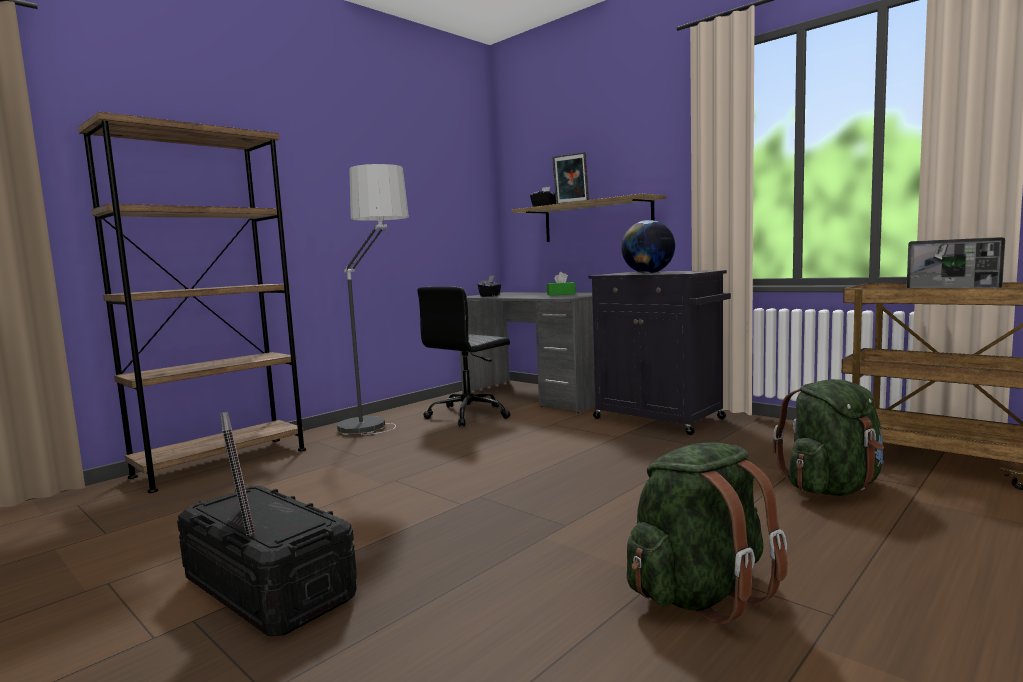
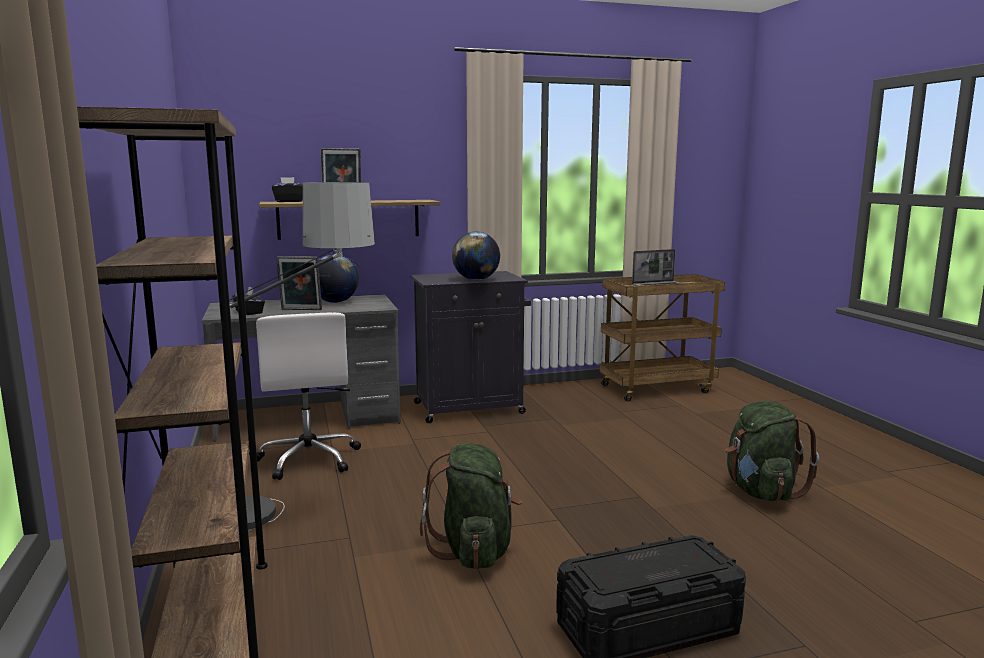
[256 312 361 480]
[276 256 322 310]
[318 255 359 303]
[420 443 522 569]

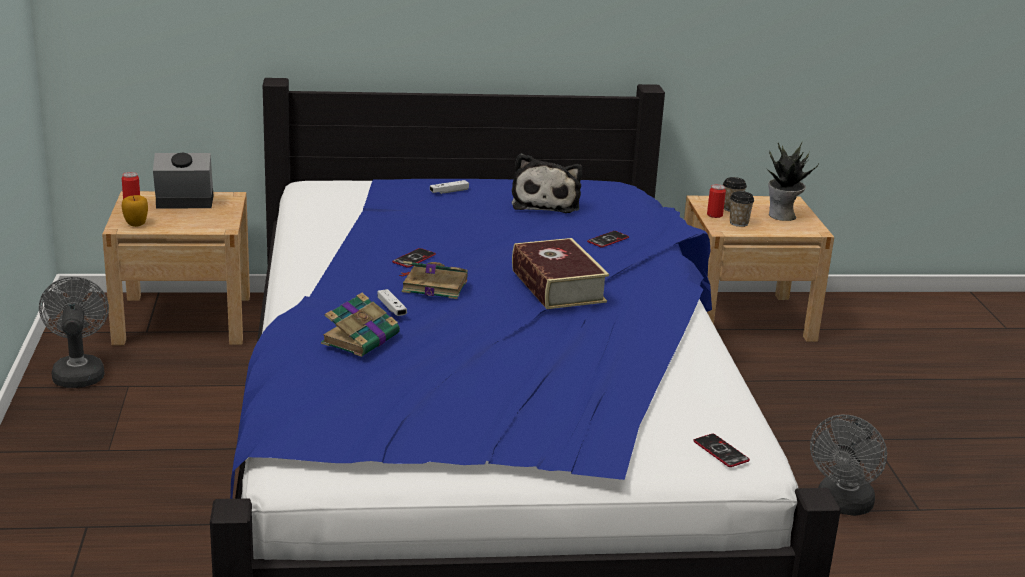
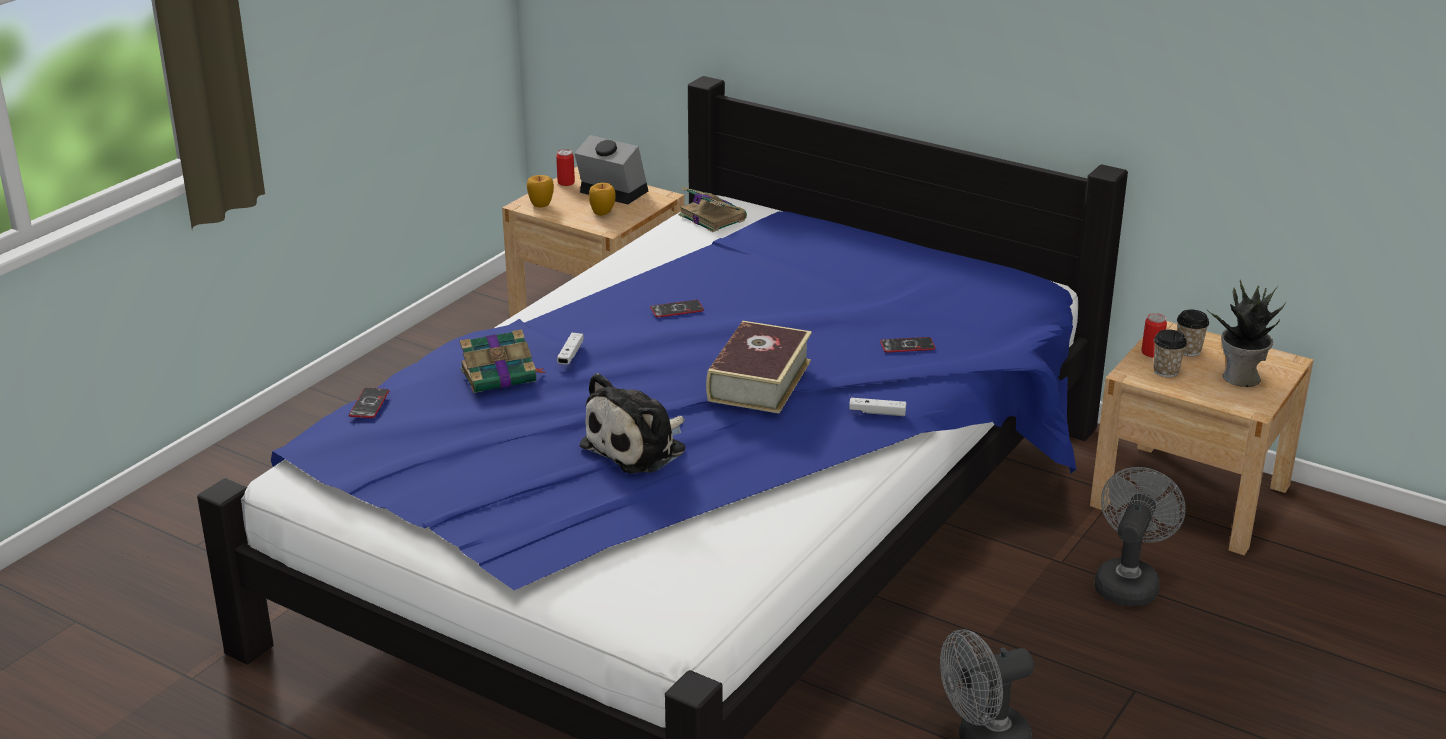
[349 388 389 418]
[580 373 685 474]
[589 183 616 216]
[678 187 747 232]
[849 398 906 416]
[1095 467 1186 606]

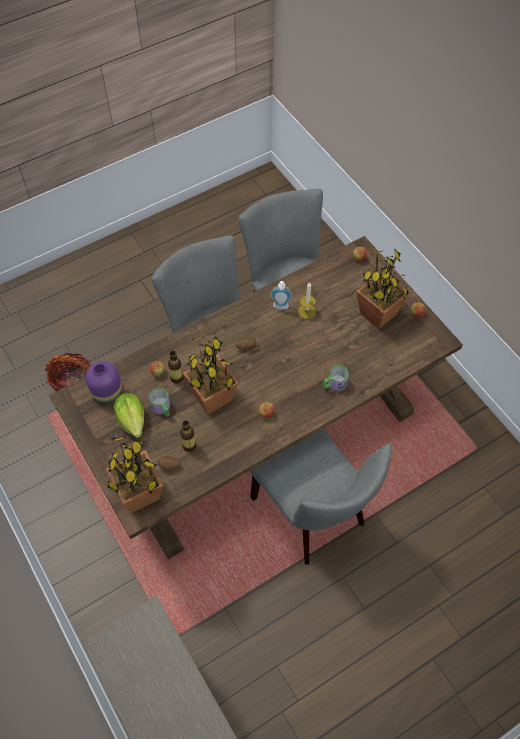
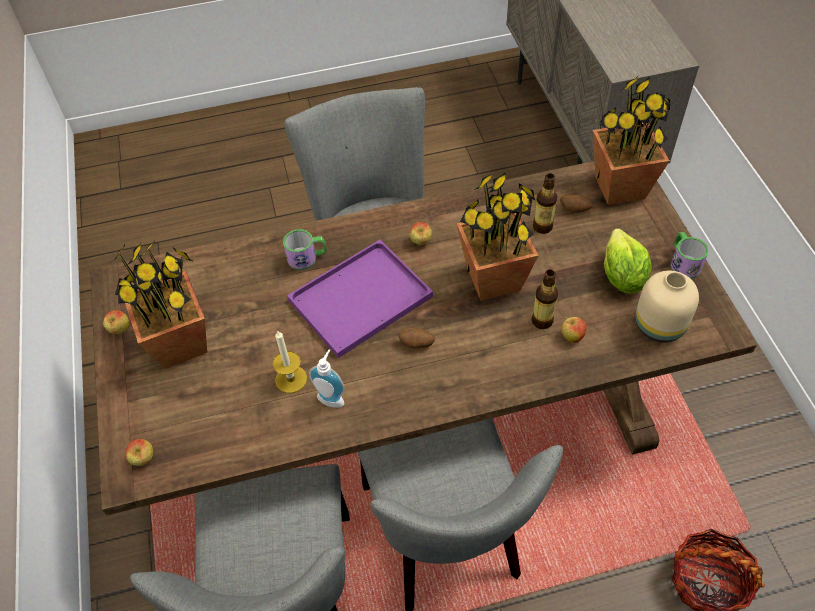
[287 240 433 358]
[635 271 699 343]
[671 232 708 279]

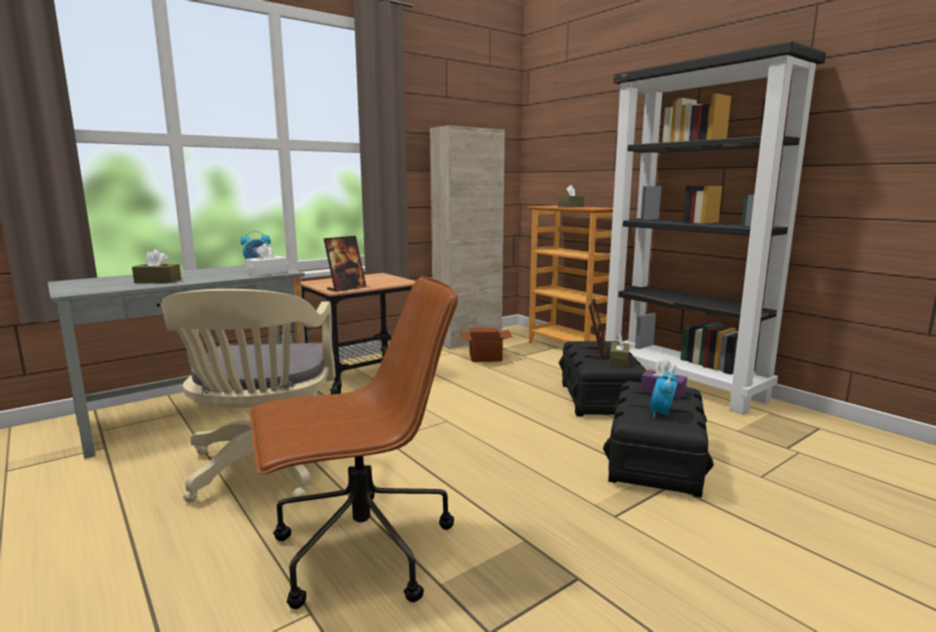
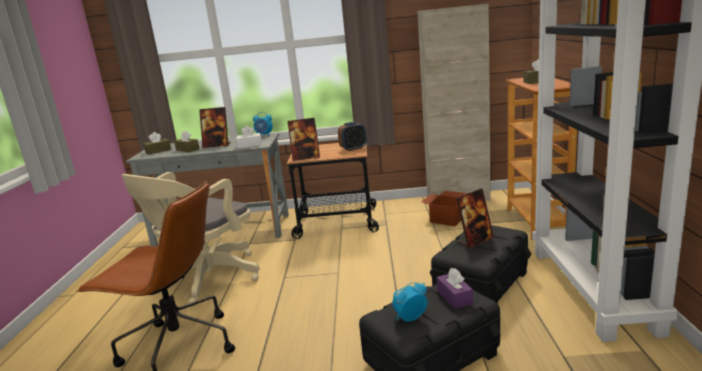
[143 132 171 155]
[199 107 231 148]
[338 121 367 151]

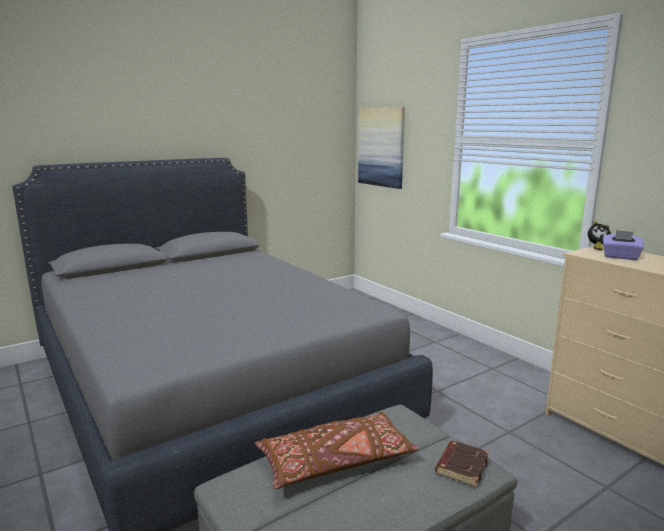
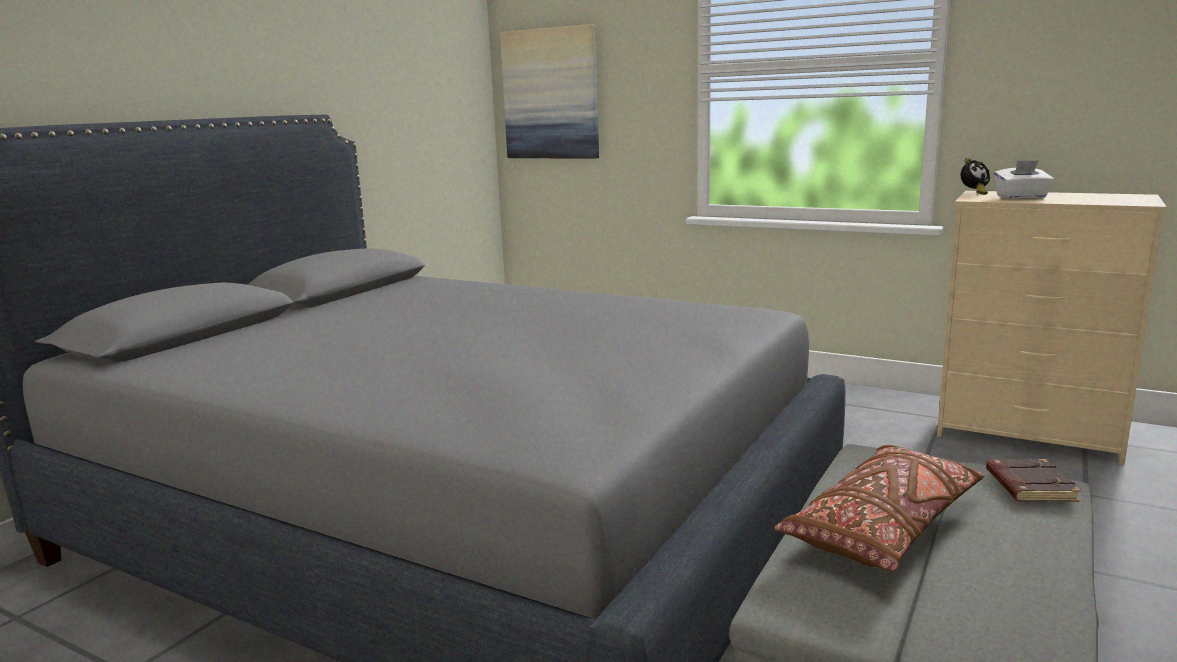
[994 160 1054 199]

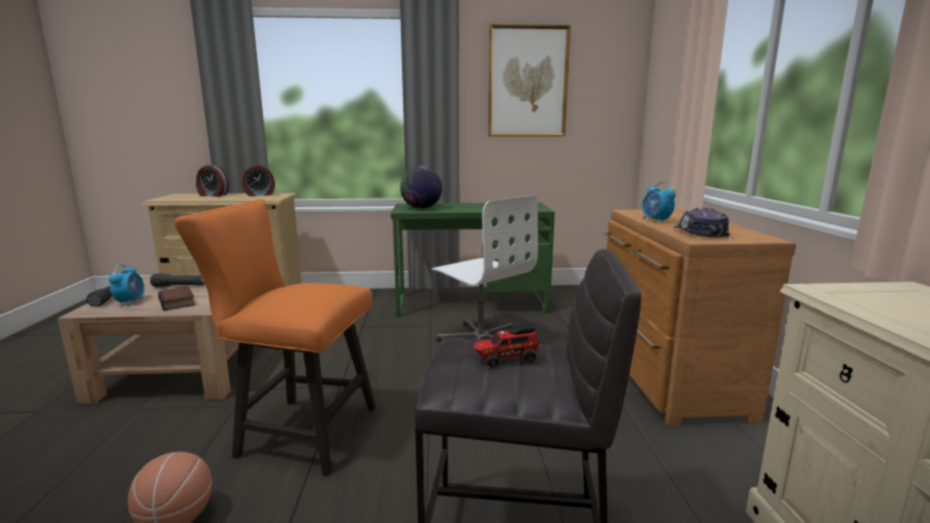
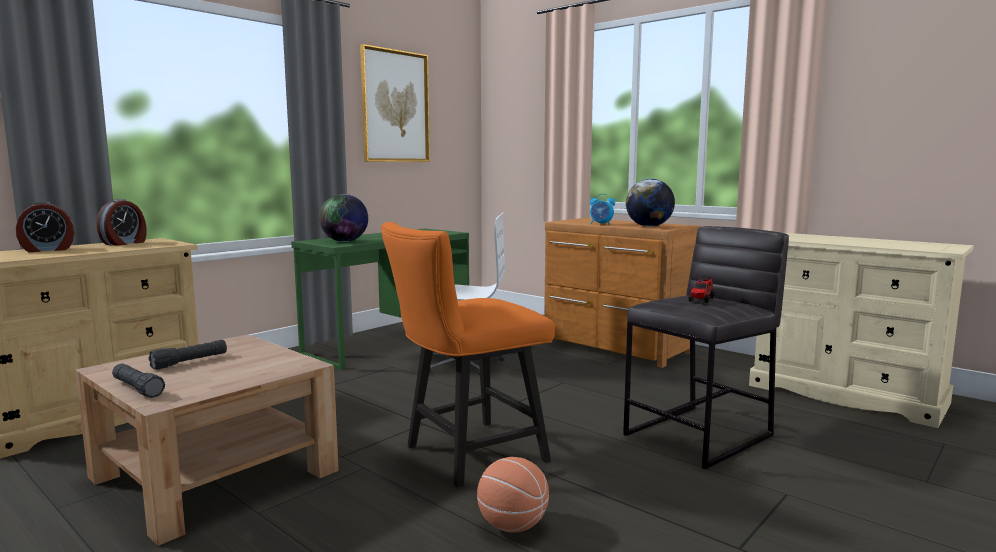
[626 179 675 227]
[109 264 144 306] (first image)
[158 287 195 311] (first image)

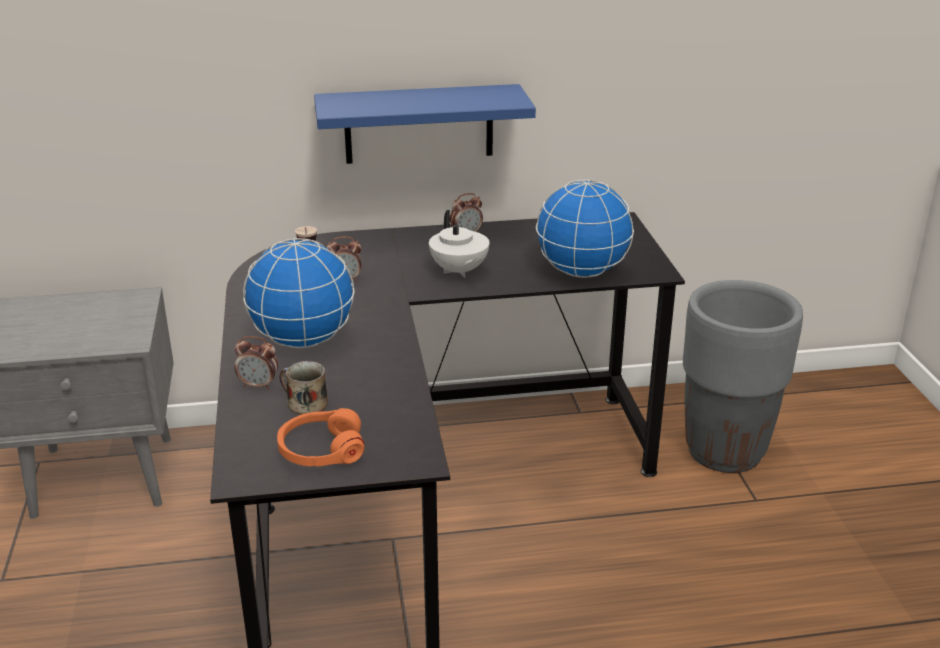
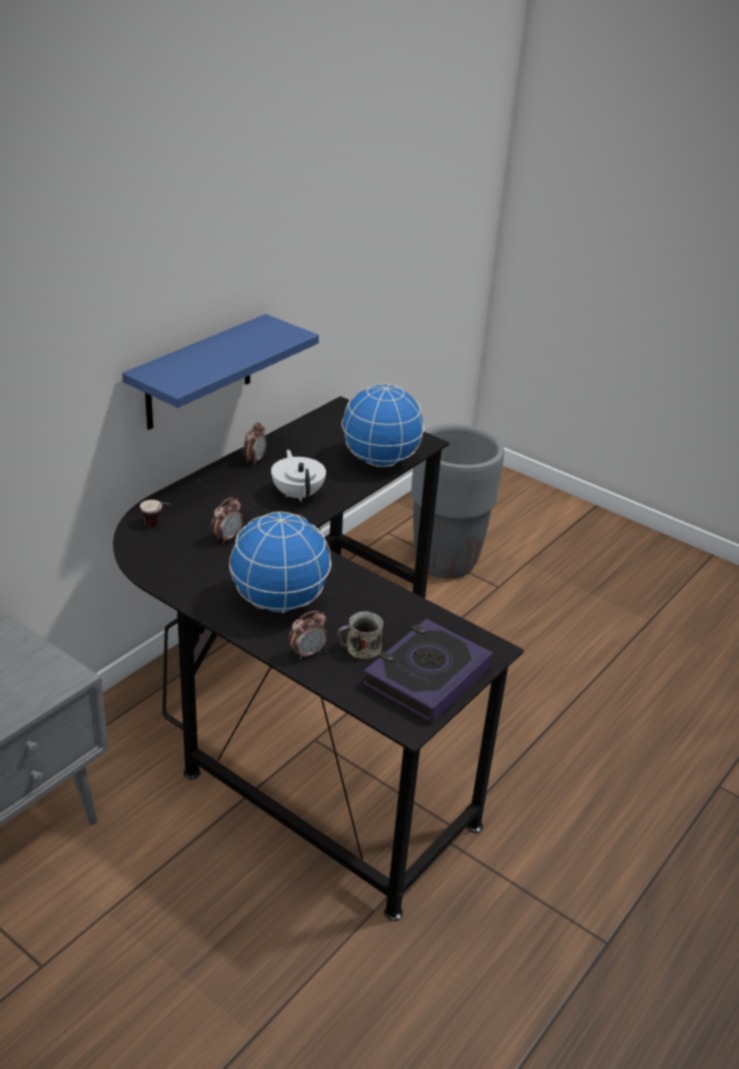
[271 450 326 502]
[363 619 493 723]

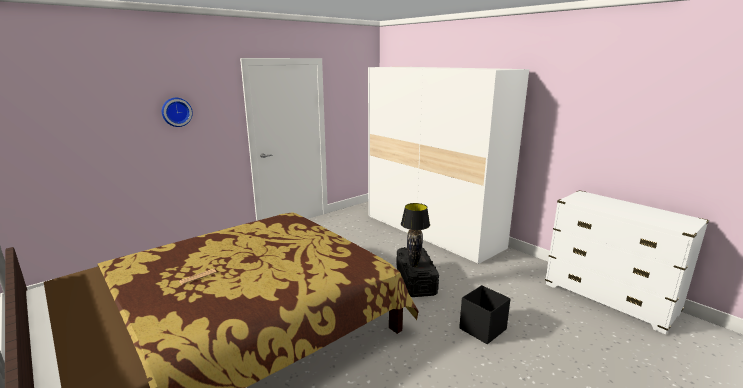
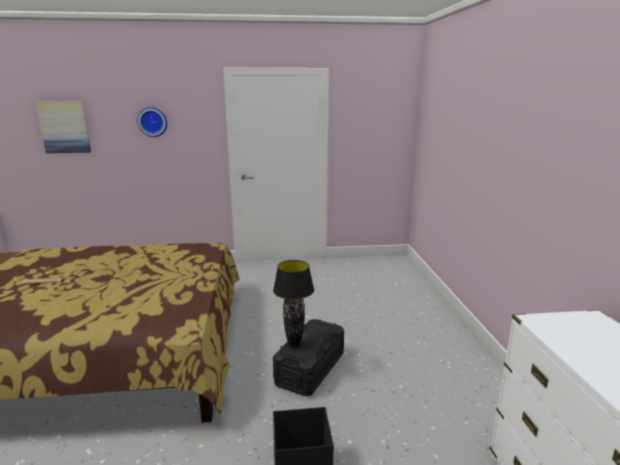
[36 101 91 153]
[368 67 529 264] (first image)

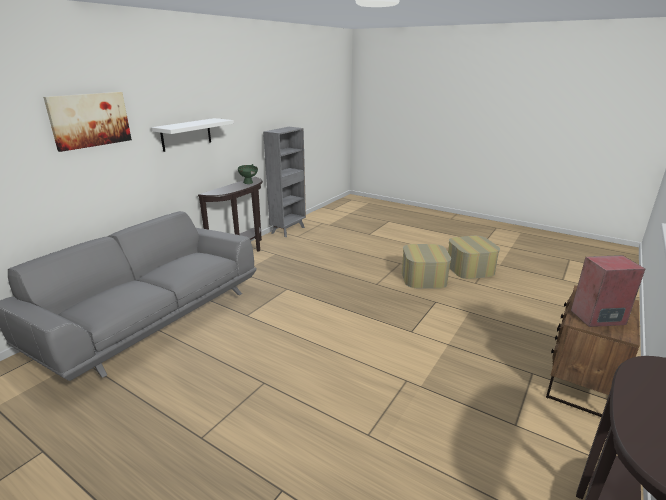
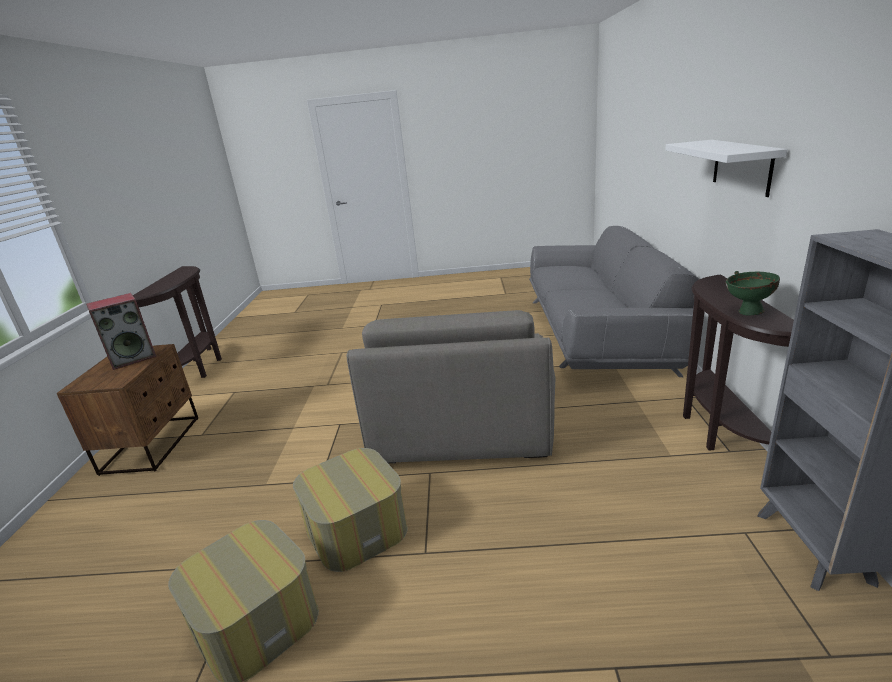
[347 310 556 463]
[43 92 132 152] (first image)

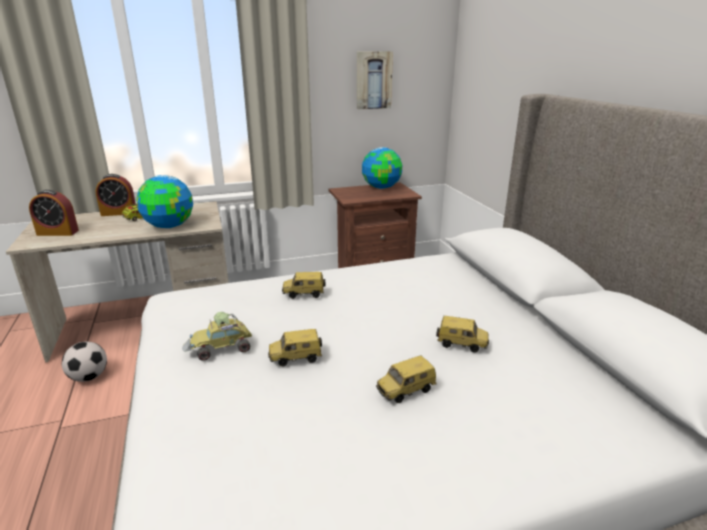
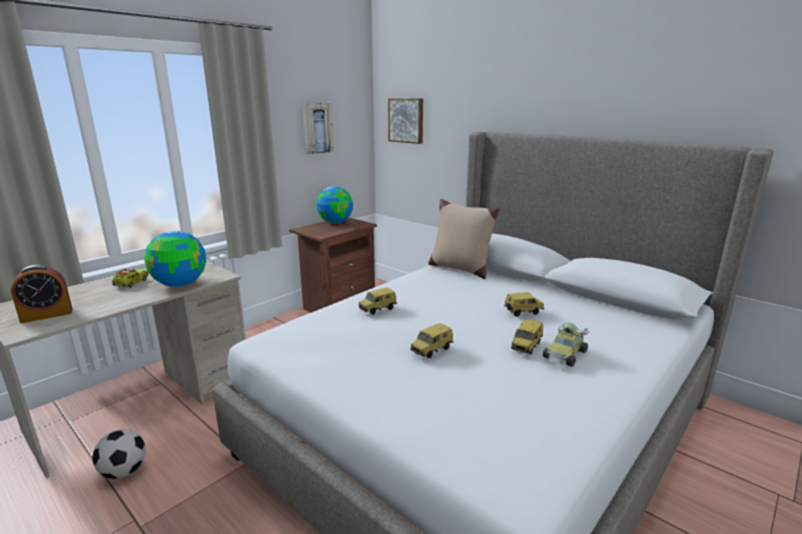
[388 98 423 144]
[428 199 500 279]
[543 322 589 367]
[96 174 136 216] (first image)

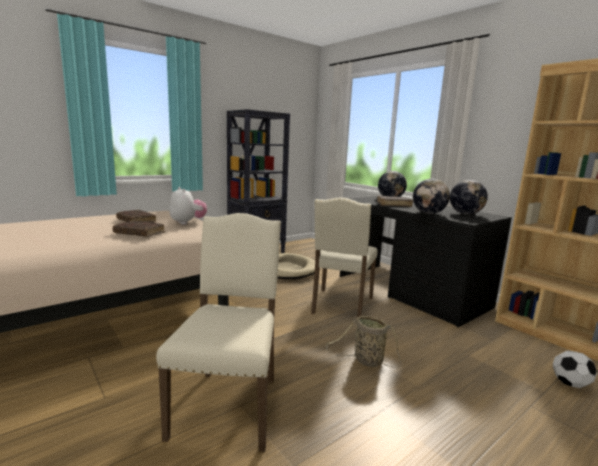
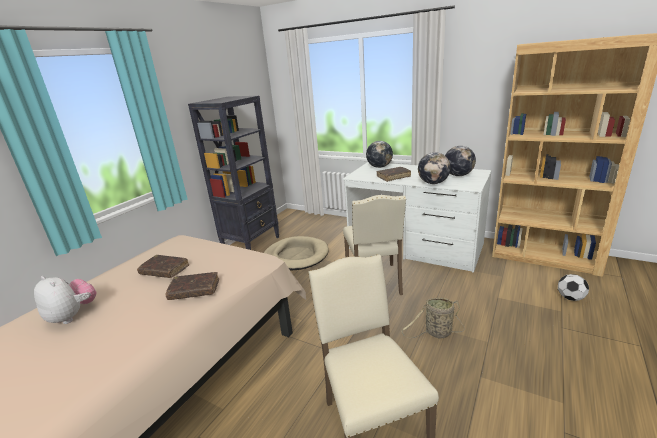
[34 276 97 324]
[343 162 492 273]

